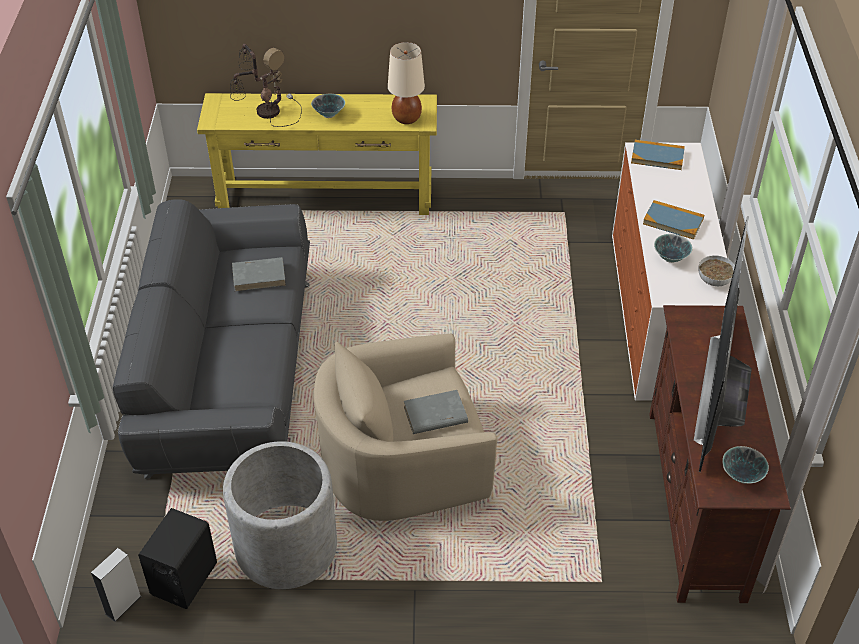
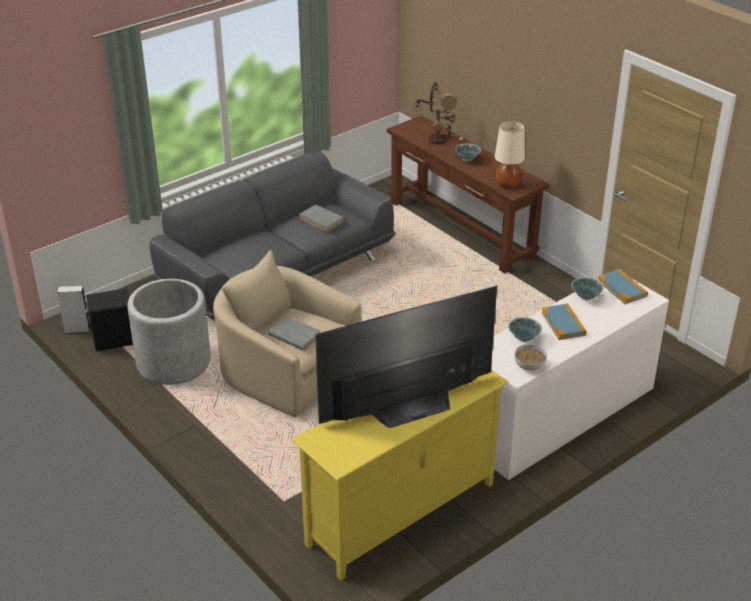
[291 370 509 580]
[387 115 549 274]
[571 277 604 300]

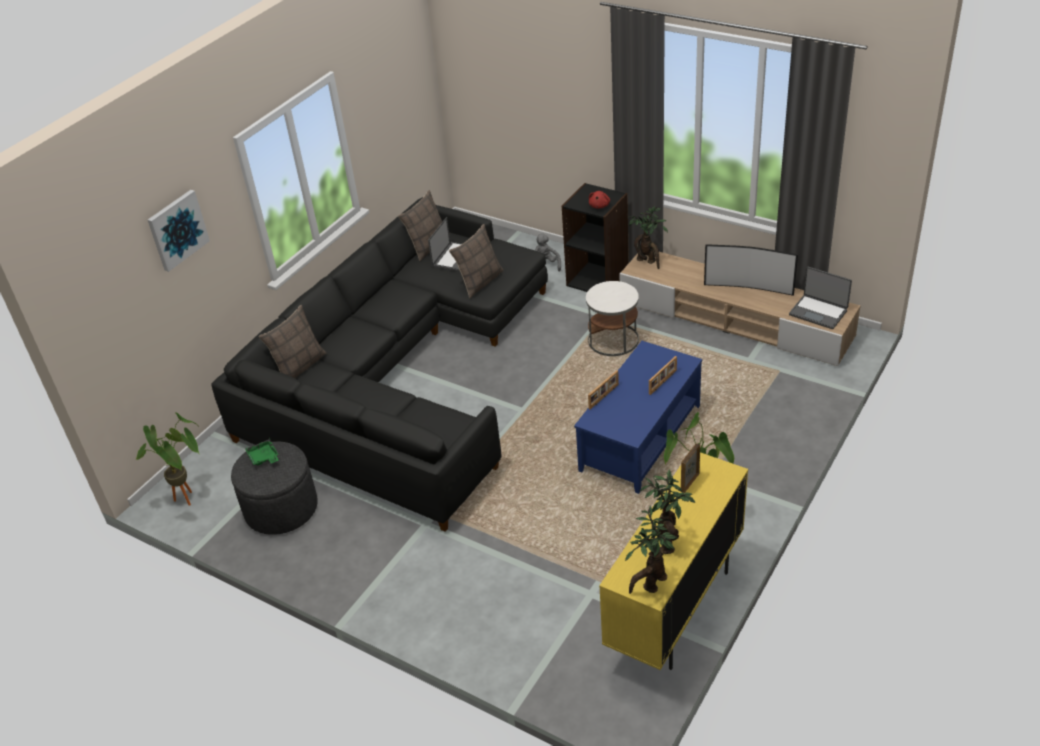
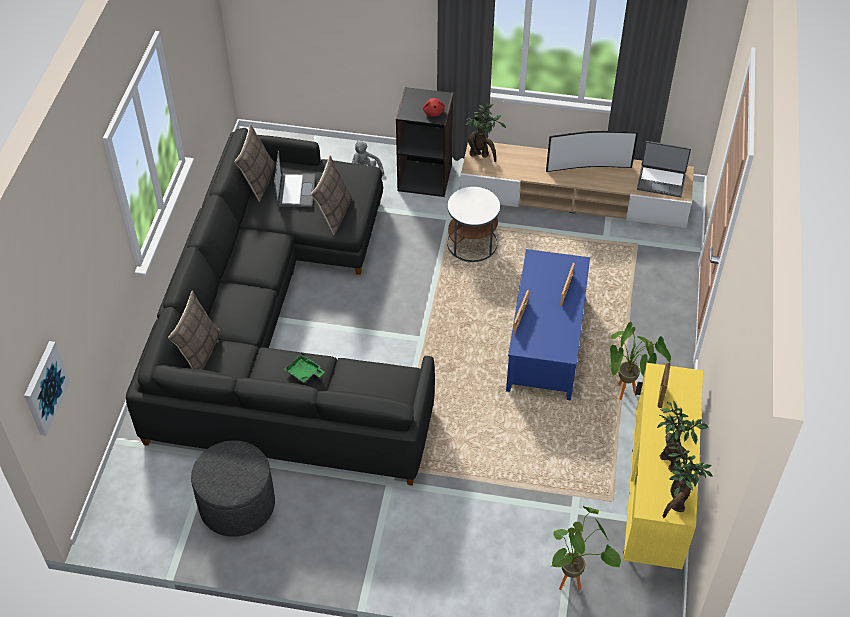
[24 341 70 436]
[284 352 325 383]
[551 506 621 590]

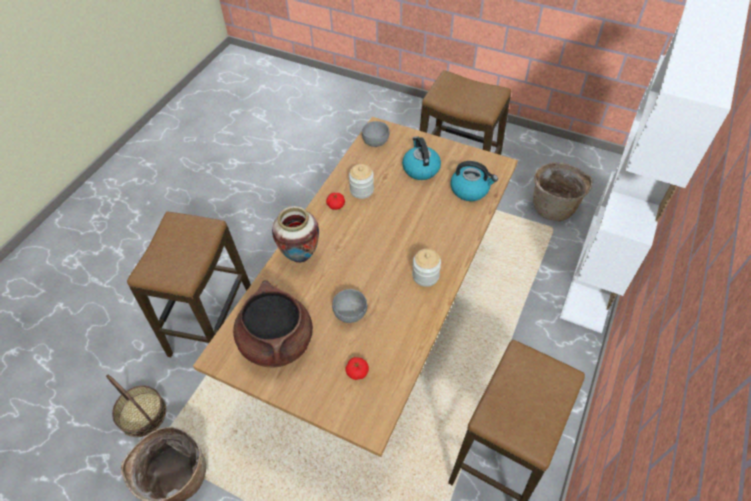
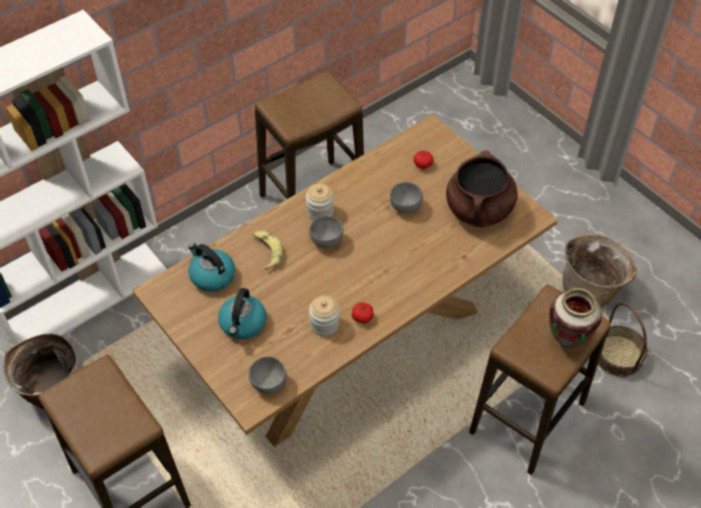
[253 231 283 270]
[309 216 343 248]
[549 288 602 348]

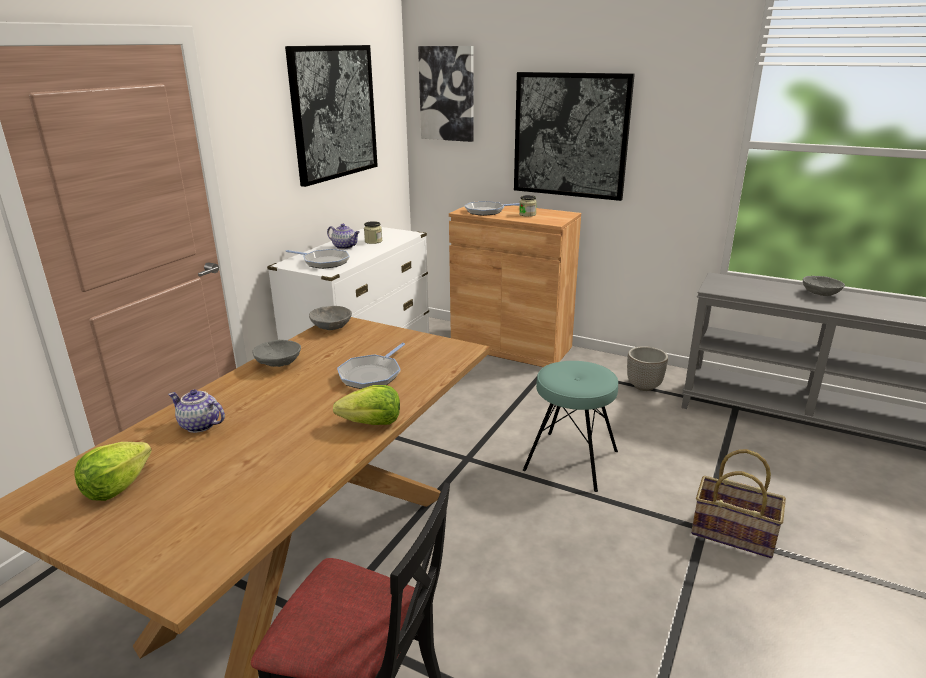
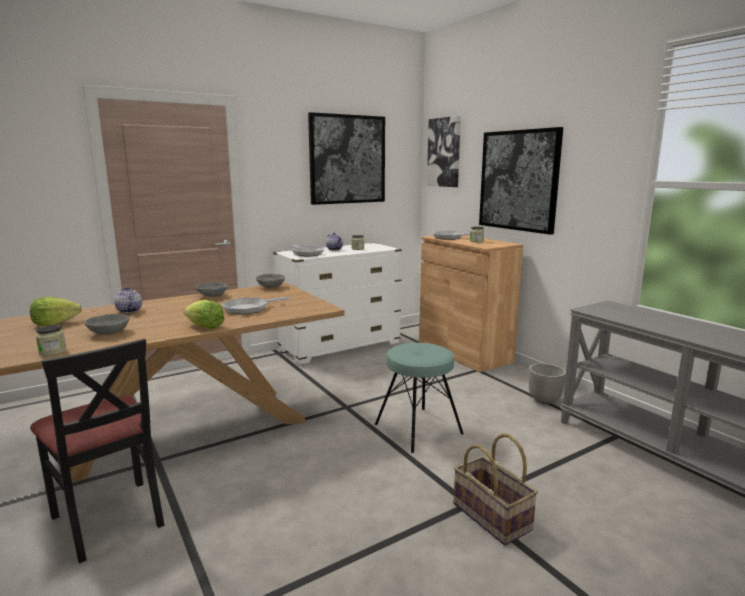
[36 325 66 356]
[84 314 129 335]

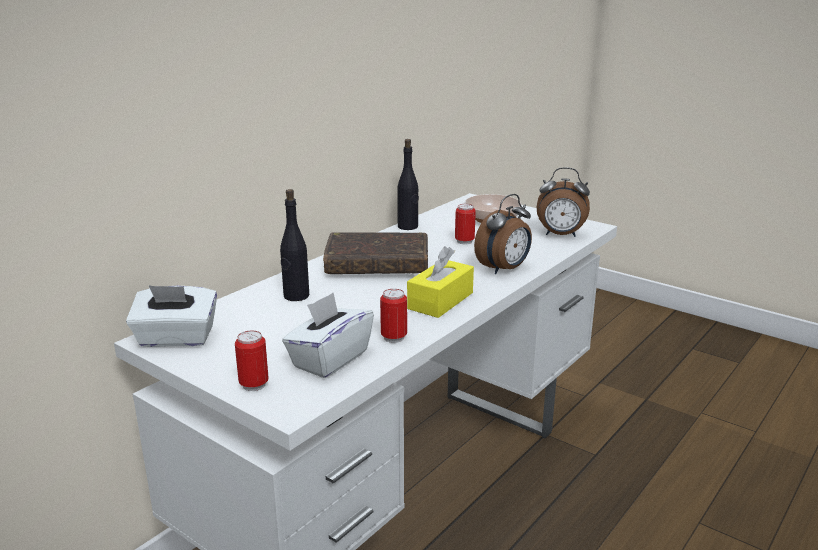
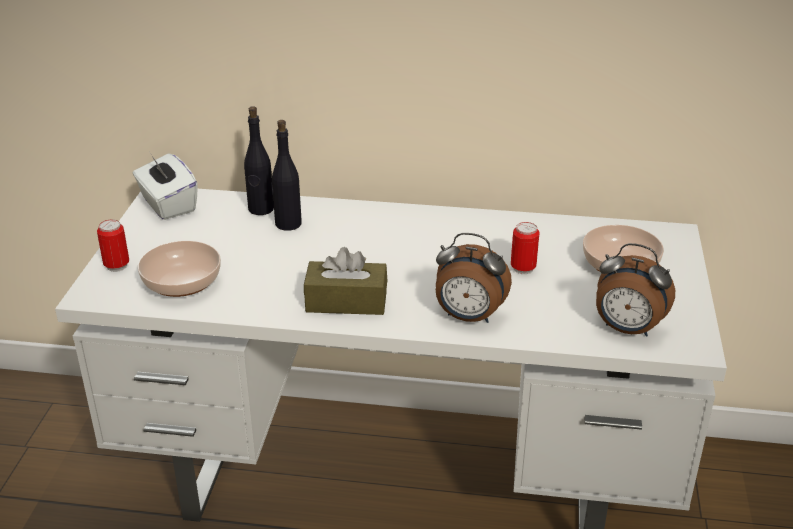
[138 241 221 297]
[244 106 274 215]
[304 247 387 315]
[596 243 675 337]
[323 232 428 274] (first image)
[380 289 407 343] (first image)

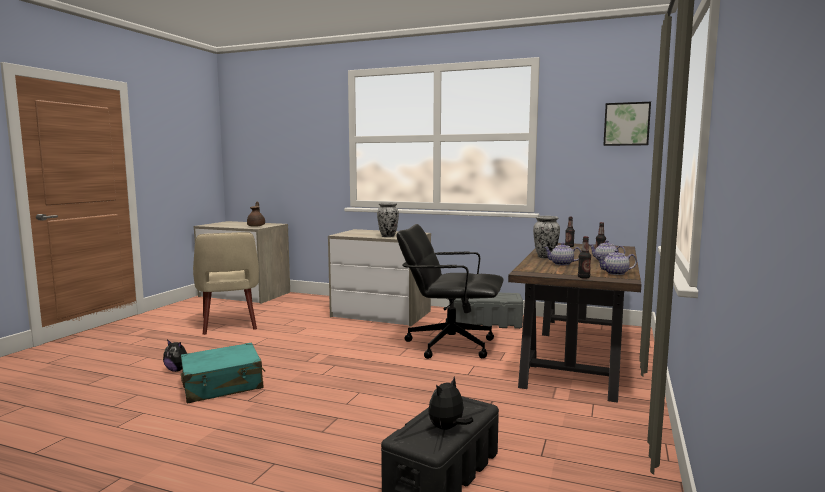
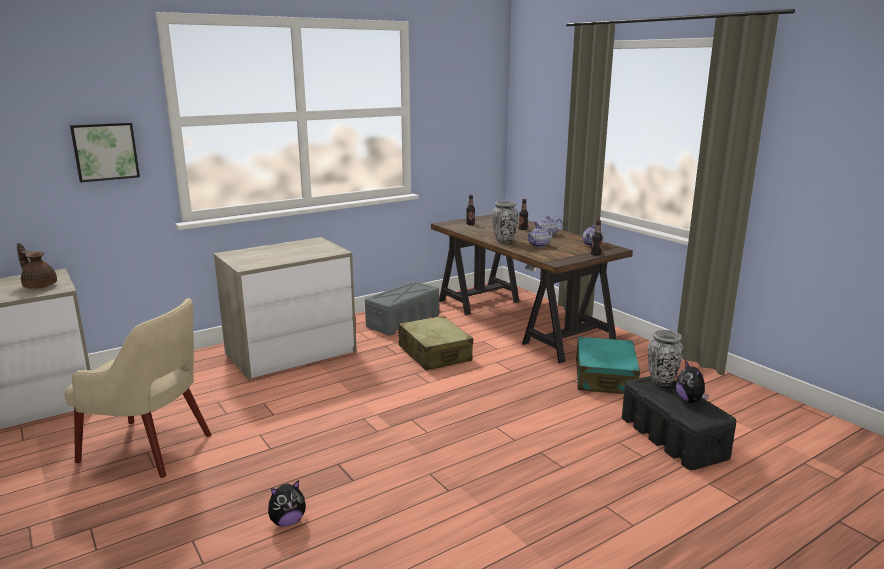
[70 122 140 182]
[399 316 473 370]
[576 337 640 394]
[648 330 684 386]

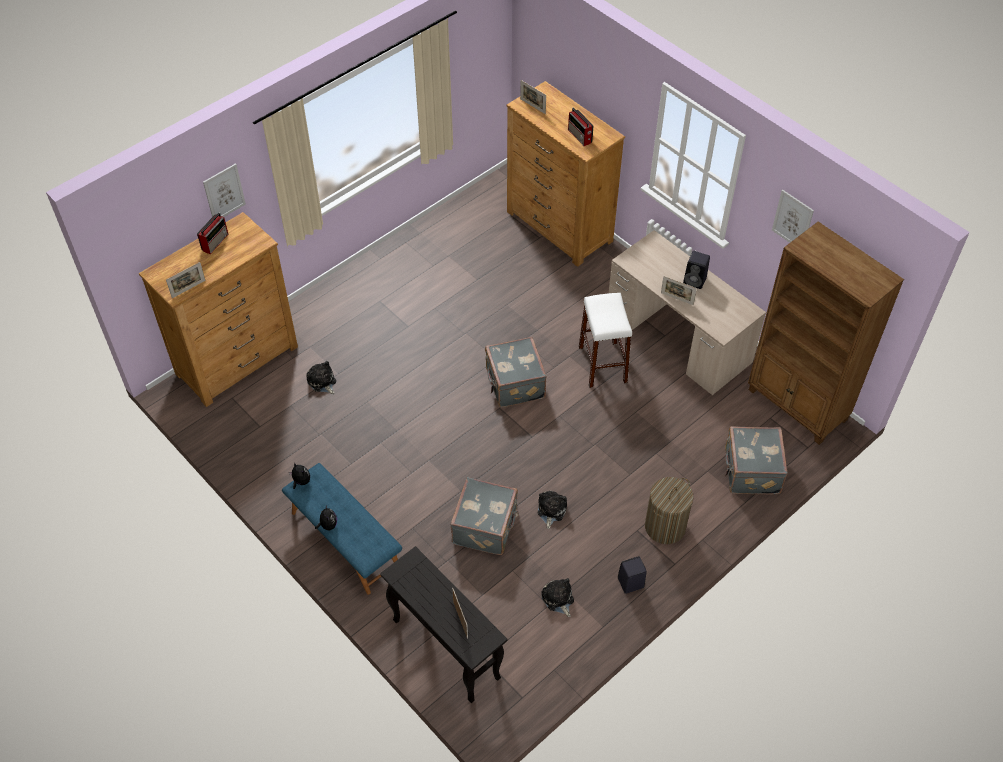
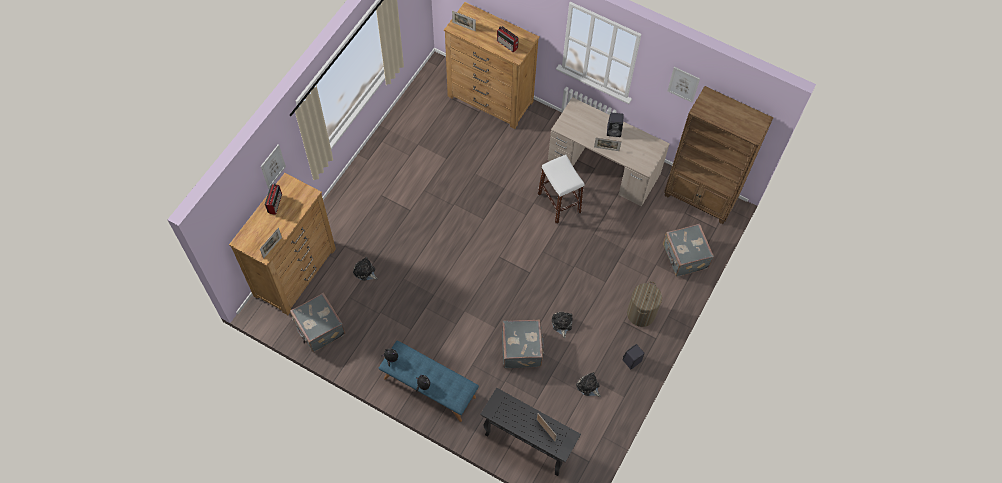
[290 293 345 352]

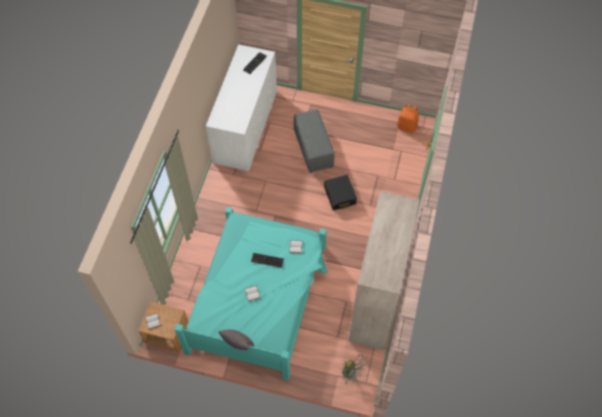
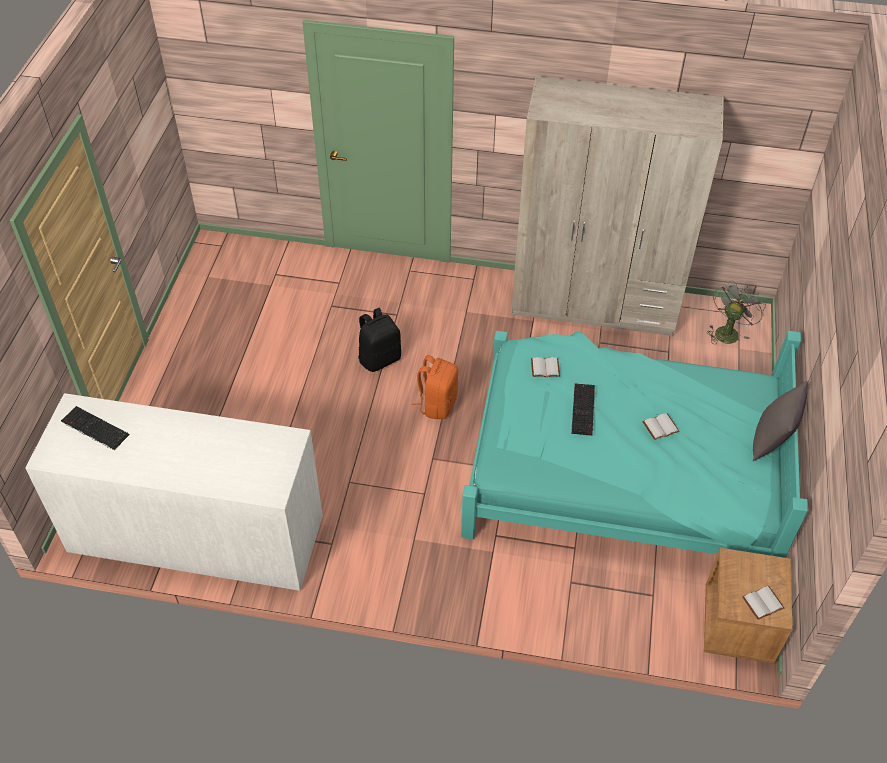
[358 308 401 372]
[411 355 458 419]
[294 109 335 173] (first image)

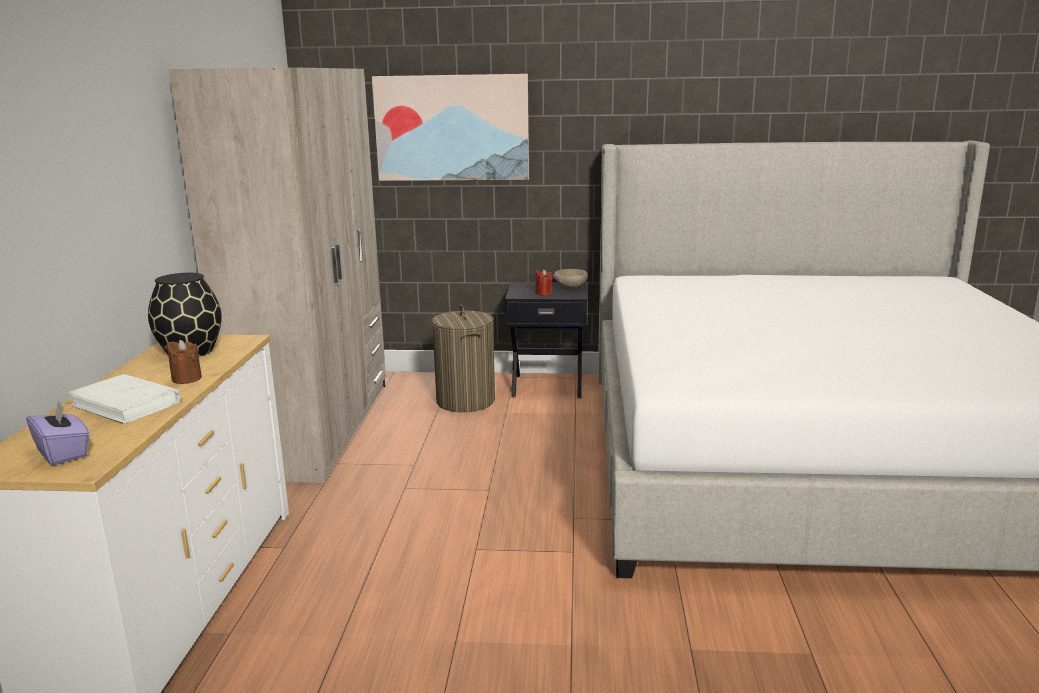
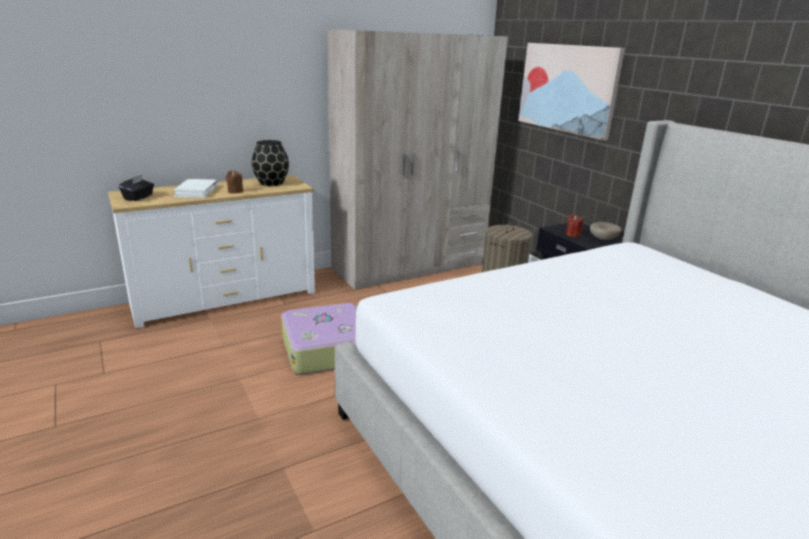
[119 174 154 201]
[281 303 357 375]

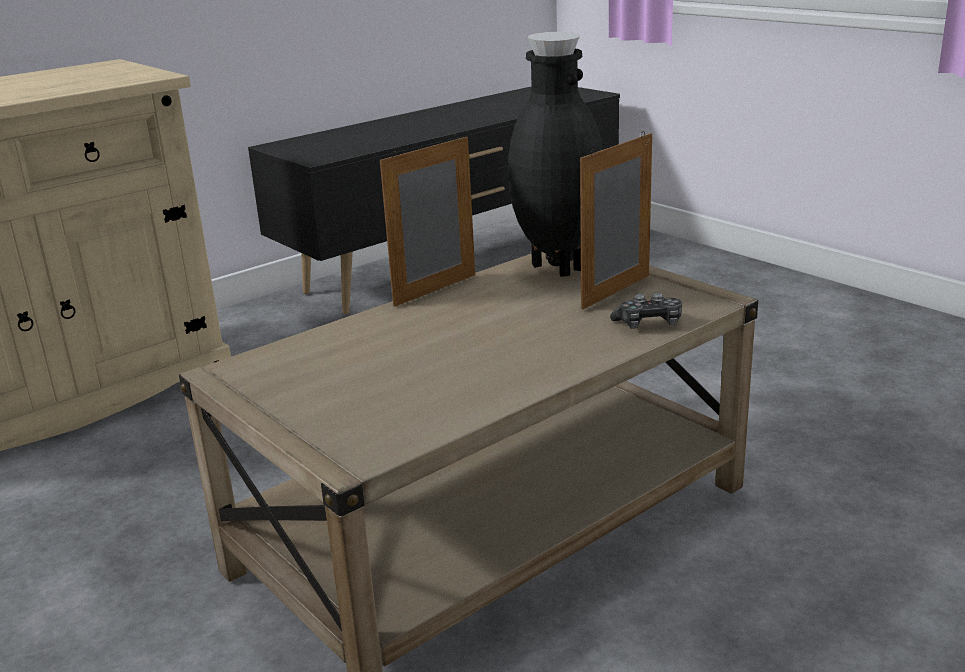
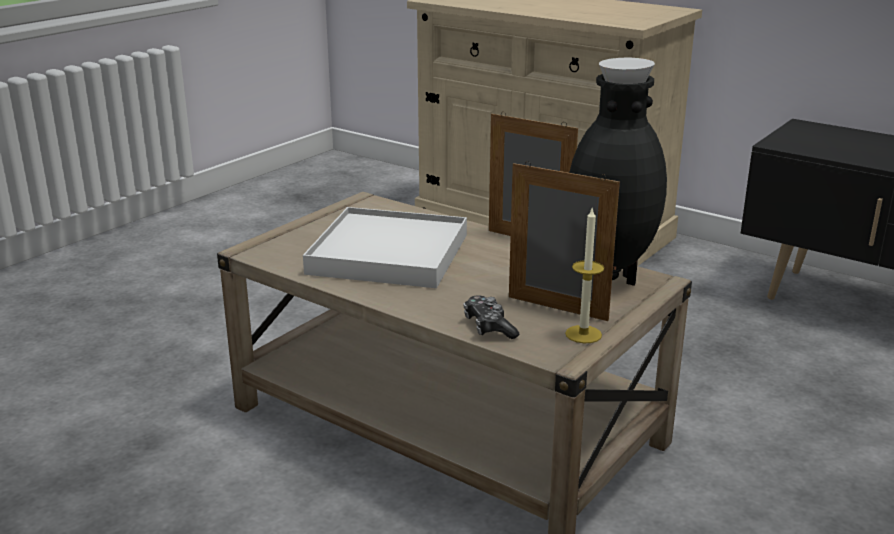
[303 207 467 288]
[565 209 604 343]

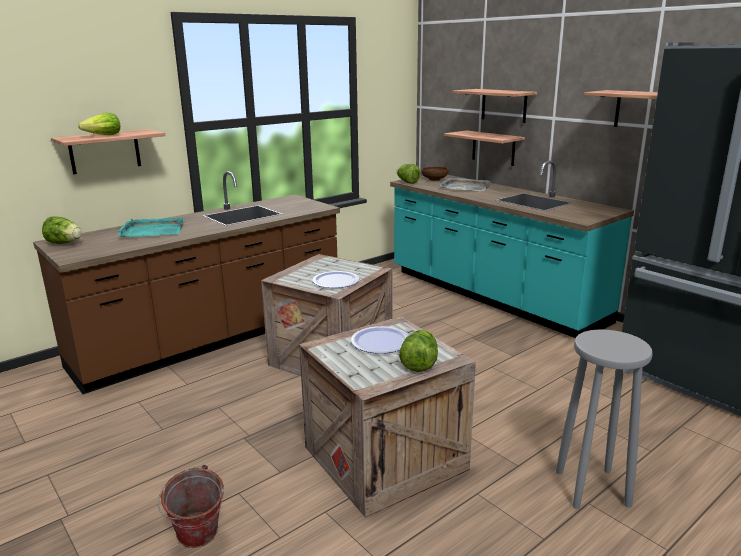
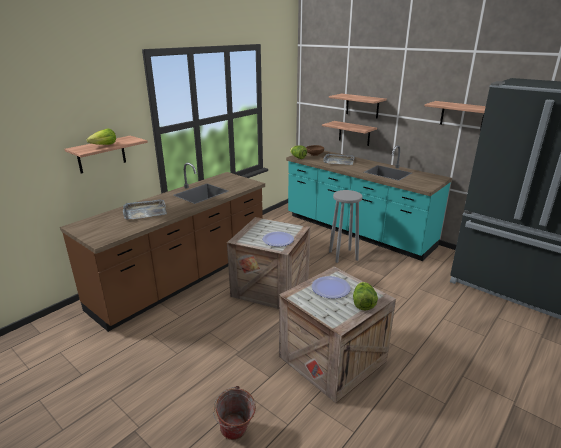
[123 199 167 220]
[329 190 362 263]
[42 216 82 244] (first image)

